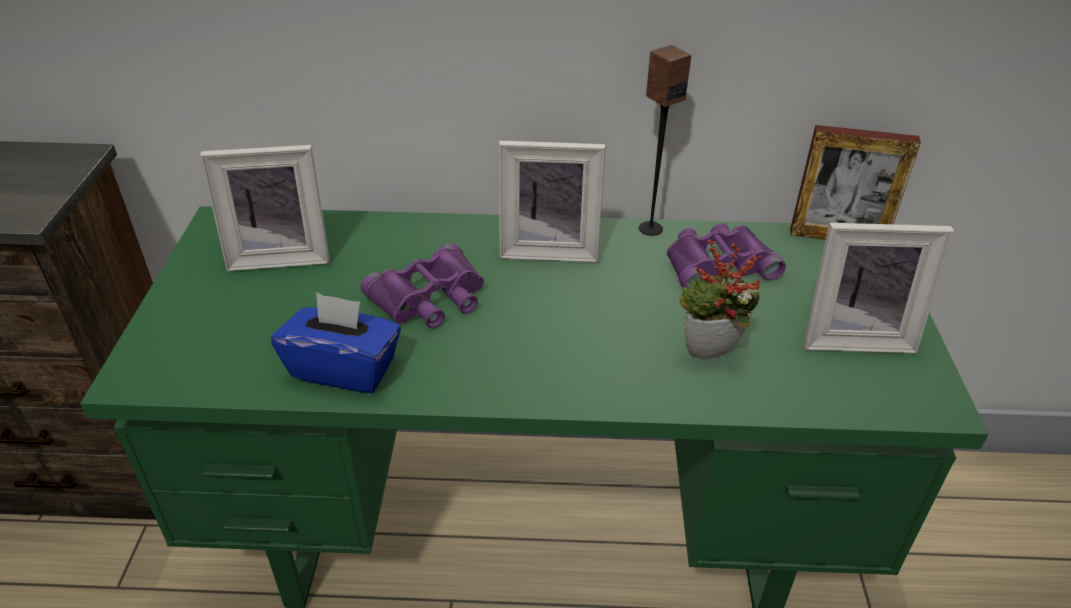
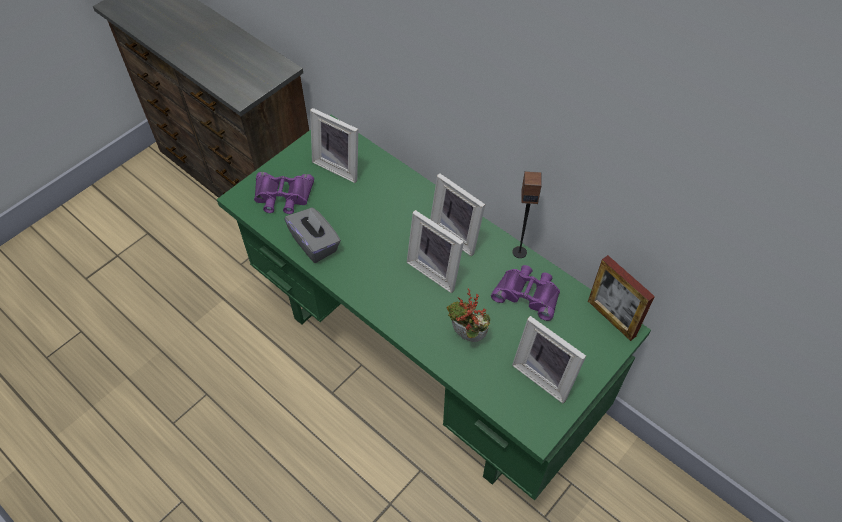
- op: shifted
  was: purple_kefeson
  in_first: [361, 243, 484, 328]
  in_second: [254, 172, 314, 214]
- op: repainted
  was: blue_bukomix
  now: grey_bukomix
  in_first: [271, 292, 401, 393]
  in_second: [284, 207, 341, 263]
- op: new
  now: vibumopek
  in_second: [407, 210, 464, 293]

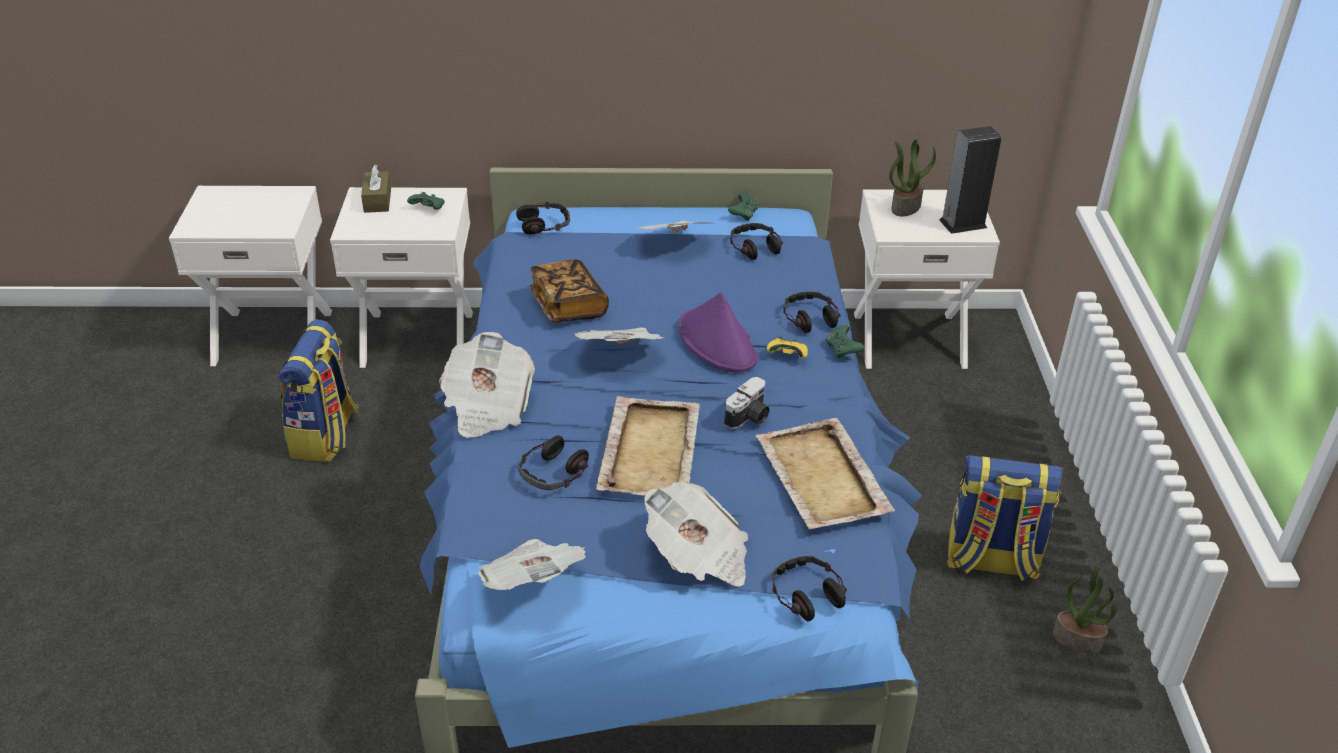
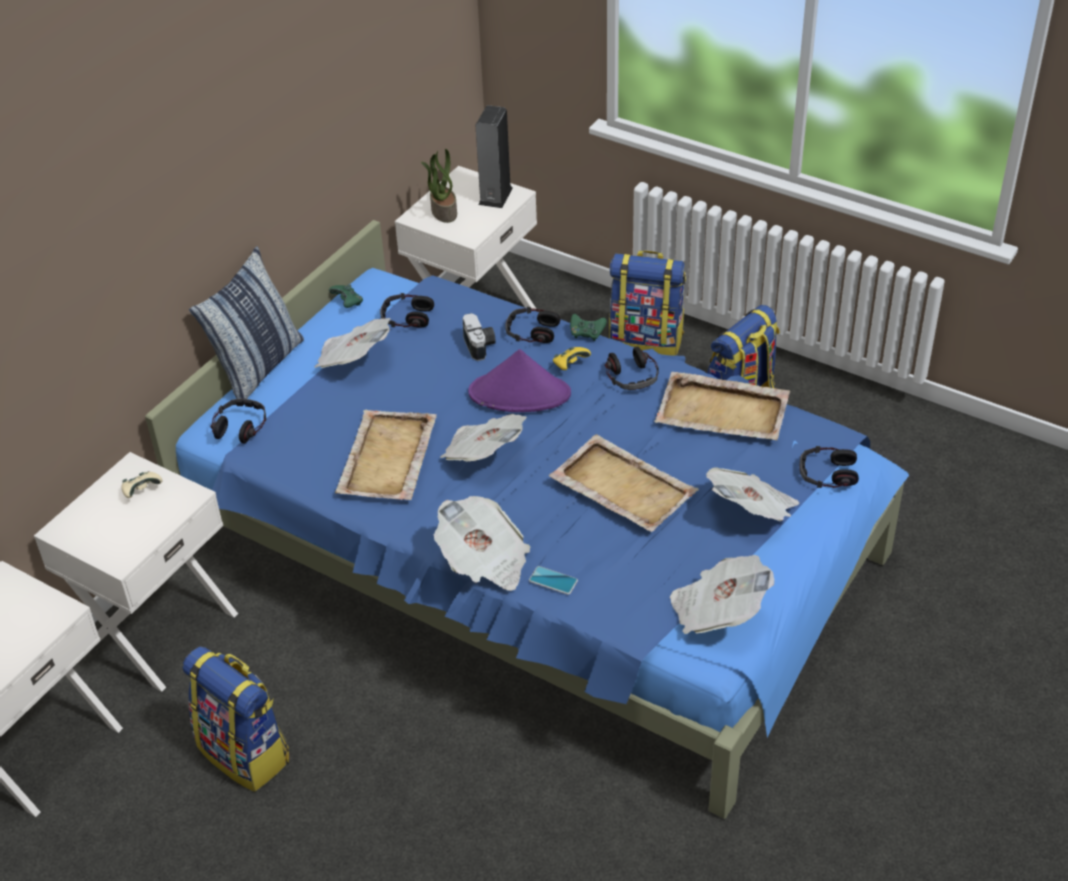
- op: repainted
  was: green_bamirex
  now: beige_bamirex
  in_first: [407, 192, 445, 210]
  in_second: [121, 471, 163, 498]
- op: new
  now: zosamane
  in_second: [189, 246, 304, 399]
- op: swapped
  was: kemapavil
  now: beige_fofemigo
  in_first: [529, 259, 609, 322]
  in_second: [335, 410, 437, 500]
- op: shifted
  was: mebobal
  in_first: [724, 377, 770, 429]
  in_second: [463, 313, 496, 361]
- op: new
  now: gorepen
  in_second: [529, 566, 578, 595]
- op: shifted
  was: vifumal
  in_first: [518, 435, 589, 490]
  in_second: [605, 346, 659, 390]
- op: new
  now: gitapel
  in_second: [609, 251, 686, 356]
- op: gone
  was: brown_bukomix
  in_first: [361, 165, 391, 213]
- op: gone
  was: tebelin
  in_first: [1053, 565, 1116, 654]

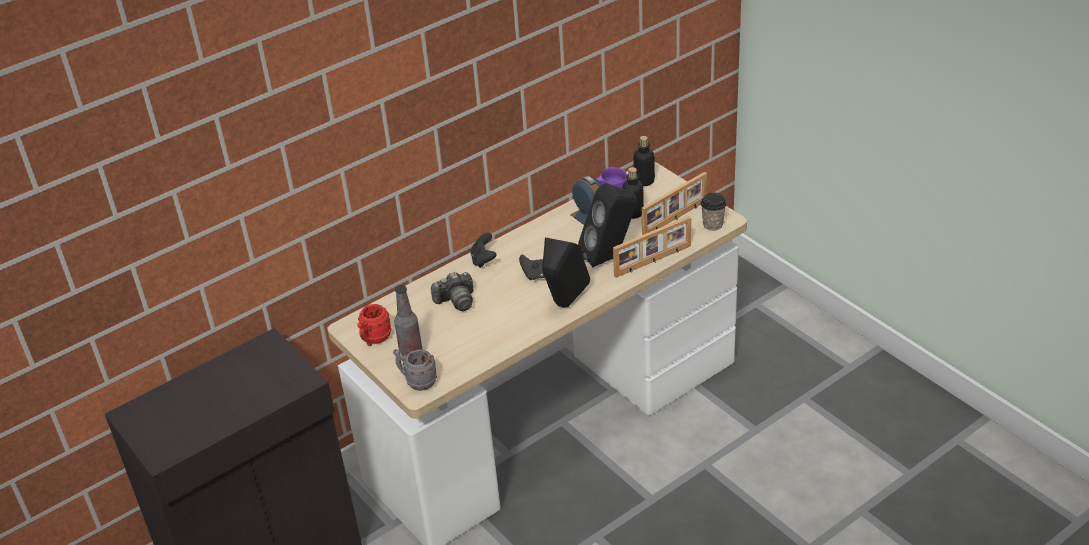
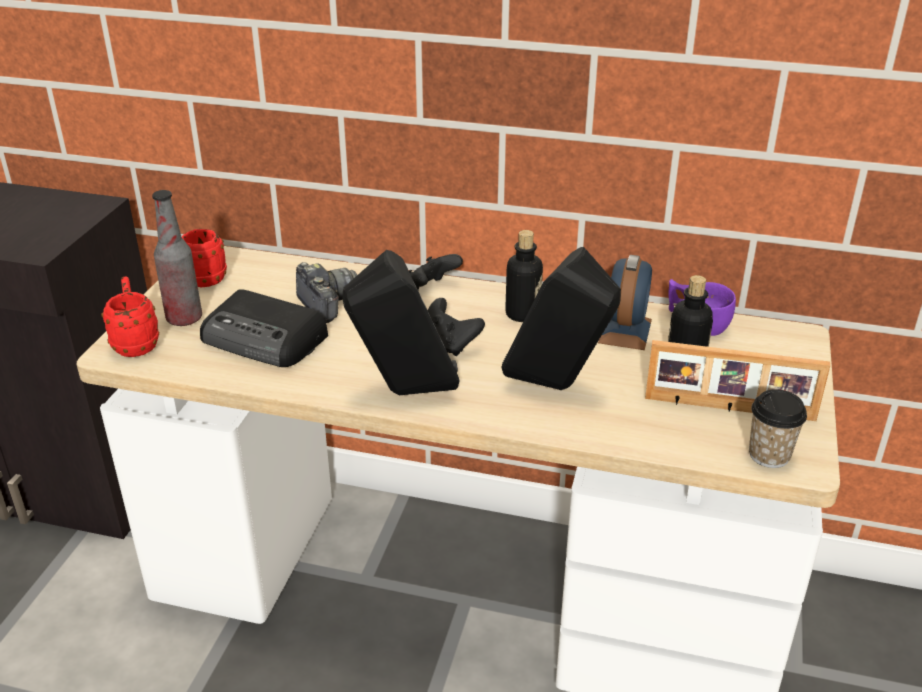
- op: repainted
  was: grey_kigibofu
  now: red_kigibofu
  in_first: [393, 349, 437, 391]
  in_second: [101, 277, 159, 357]
- op: new
  now: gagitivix
  in_second: [200, 289, 328, 367]
- op: rotated
  was: mebobal
  in_first: [431, 272, 473, 311]
  in_second: [296, 262, 357, 323]
  clockwise: -150
- op: shifted
  was: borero
  in_first: [633, 136, 655, 186]
  in_second: [505, 230, 543, 322]
- op: gone
  was: vibumopek
  in_first: [613, 216, 691, 278]

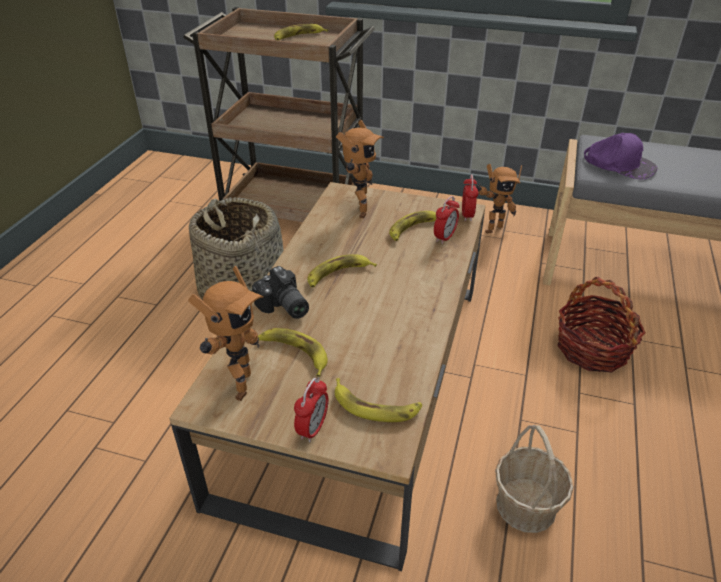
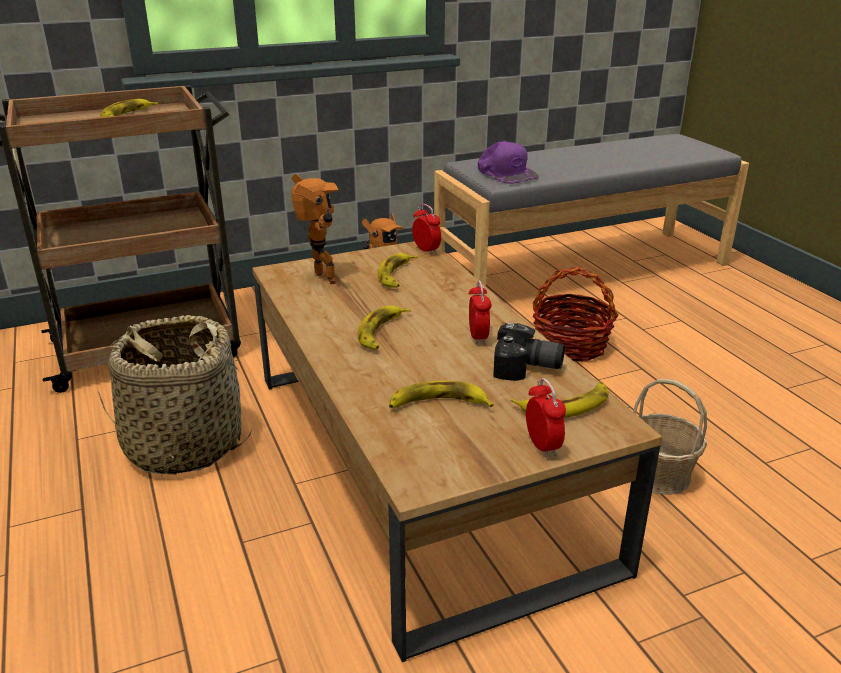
- op: shifted
  was: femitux
  in_first: [434, 196, 459, 244]
  in_second: [469, 280, 492, 345]
- op: rotated
  was: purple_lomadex
  in_first: [584, 133, 658, 180]
  in_second: [478, 141, 539, 184]
  clockwise: 60
- op: shifted
  was: mebobal
  in_first: [252, 266, 309, 319]
  in_second: [493, 323, 565, 381]
- op: gone
  was: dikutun
  in_first: [188, 266, 264, 401]

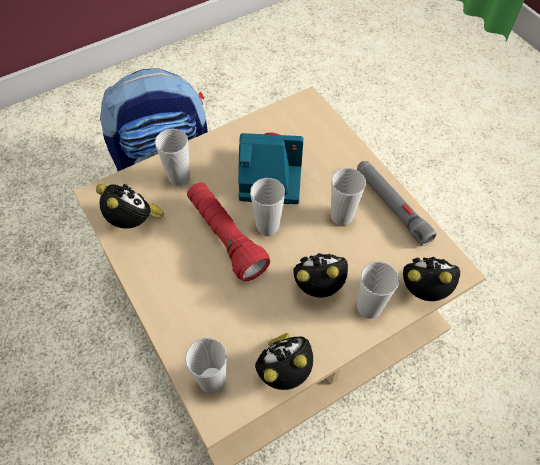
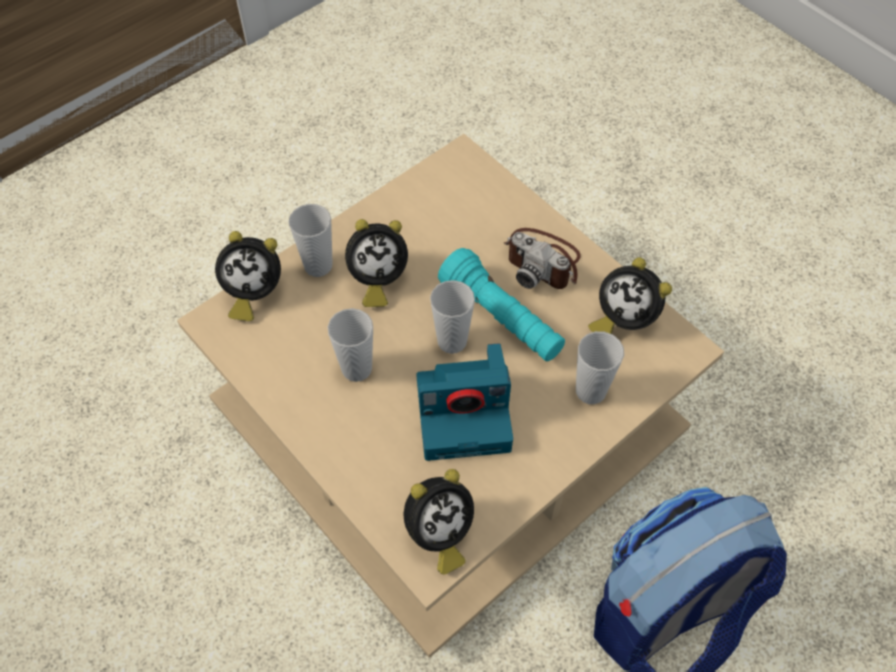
- op: shifted
  was: femitux
  in_first: [255, 333, 313, 390]
  in_second: [404, 469, 474, 574]
- op: repainted
  was: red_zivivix
  now: turquoise_zivivix
  in_first: [187, 182, 270, 281]
  in_second: [438, 248, 565, 362]
- op: new
  now: mebobal
  in_second: [504, 228, 581, 289]
- op: gone
  was: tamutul
  in_first: [185, 337, 227, 394]
- op: gone
  was: grey_zivivix
  in_first: [357, 161, 437, 246]

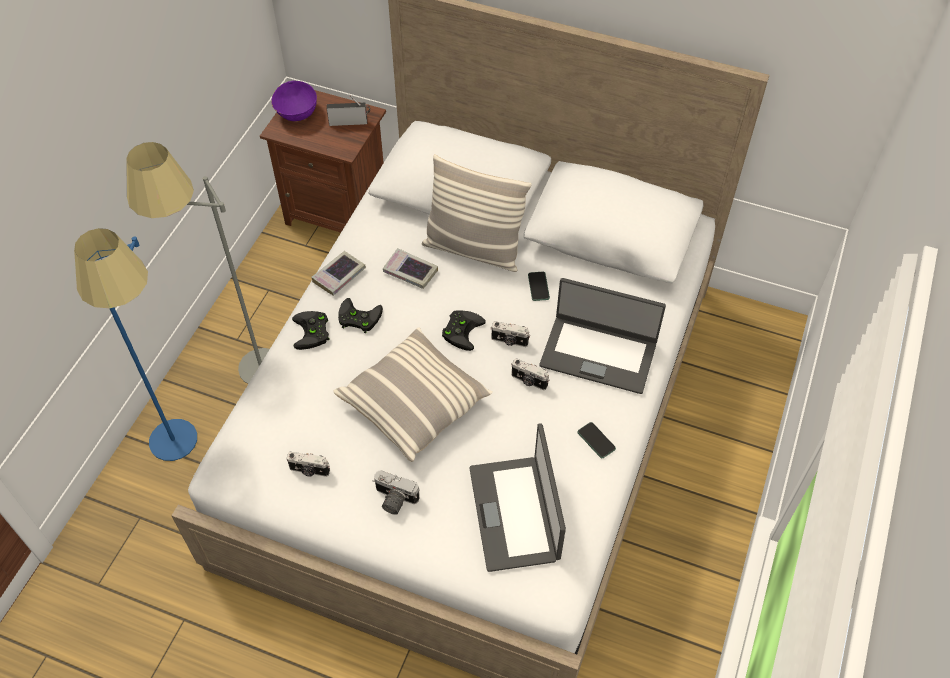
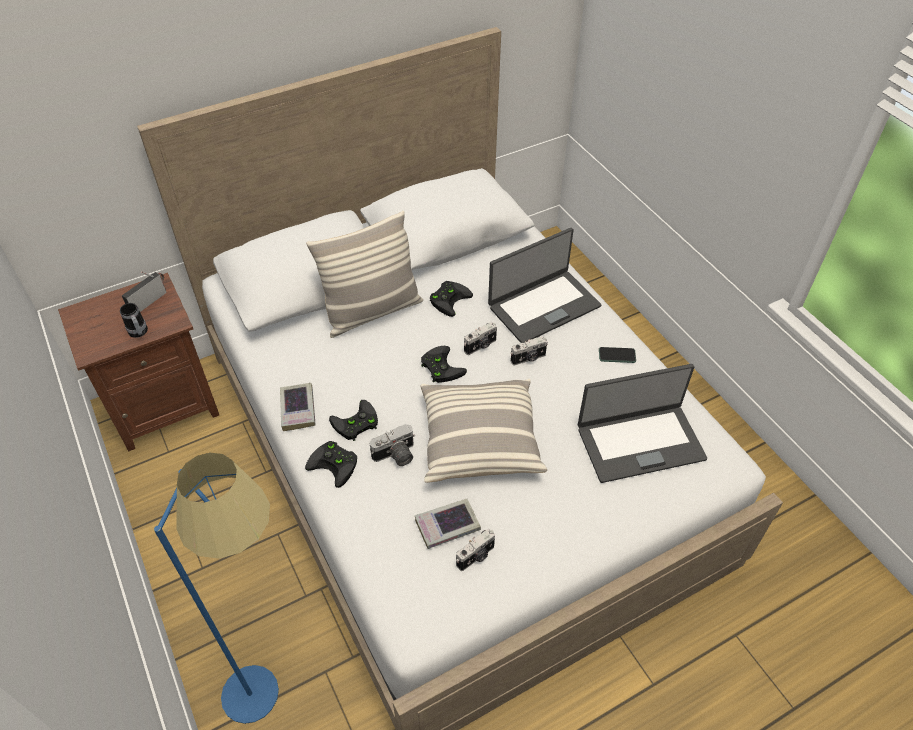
- op: new
  now: kigibofu
  in_second: [120, 303, 148, 338]
- op: shifted
  was: mebobal
  in_first: [373, 470, 420, 515]
  in_second: [370, 424, 415, 466]
- op: shifted
  was: kemapavil
  in_first: [383, 248, 438, 289]
  in_second: [415, 499, 481, 549]
- op: swapped
  was: gorepen
  now: black_bamirex
  in_first: [528, 272, 550, 301]
  in_second: [430, 281, 473, 317]
- op: rotated
  was: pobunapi
  in_first: [469, 423, 566, 572]
  in_second: [578, 364, 707, 483]
  clockwise: -45
- op: gone
  was: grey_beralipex
  in_first: [126, 142, 270, 384]
- op: gone
  was: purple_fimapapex
  in_first: [271, 81, 317, 121]

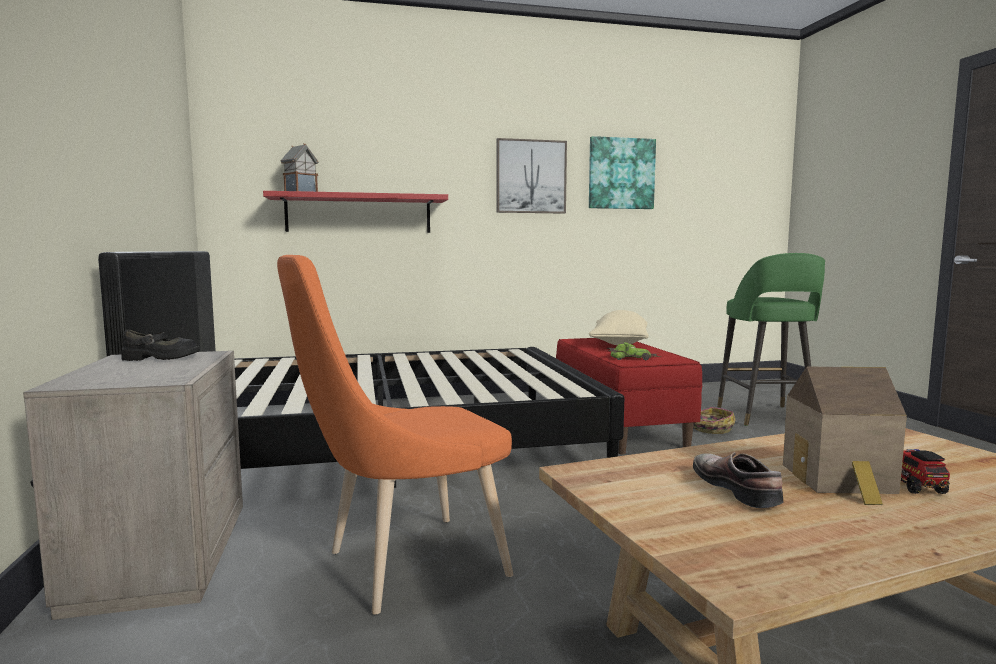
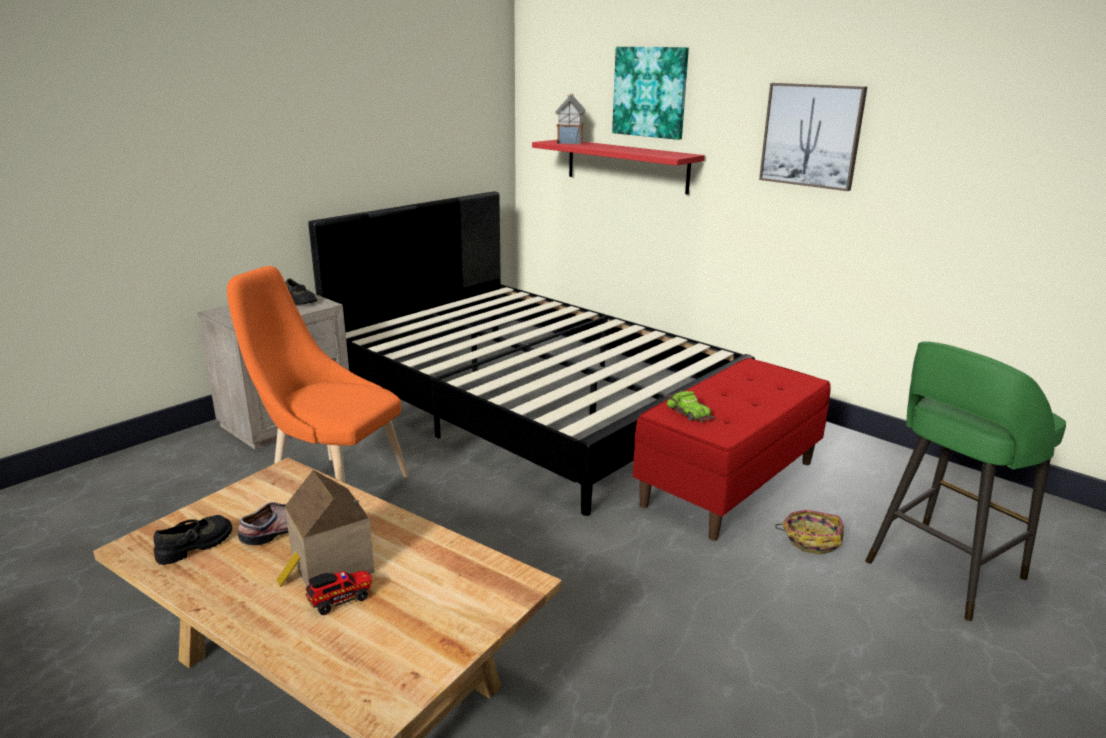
- op: new
  now: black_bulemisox
  in_second: [153, 515, 232, 565]
- op: shifted
  was: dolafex
  in_first: [589, 136, 656, 209]
  in_second: [612, 47, 689, 140]
- op: gone
  was: beige_zosamane
  in_first: [589, 310, 648, 345]

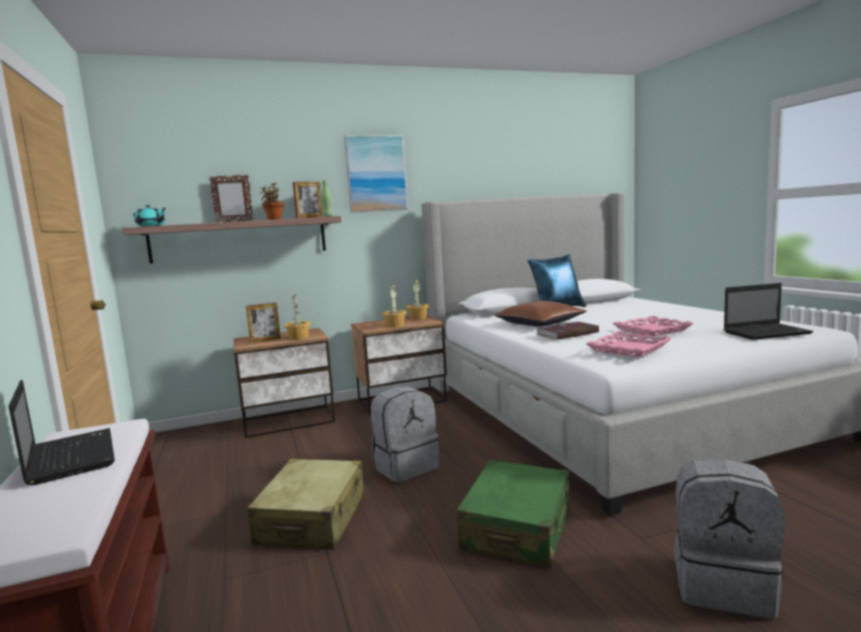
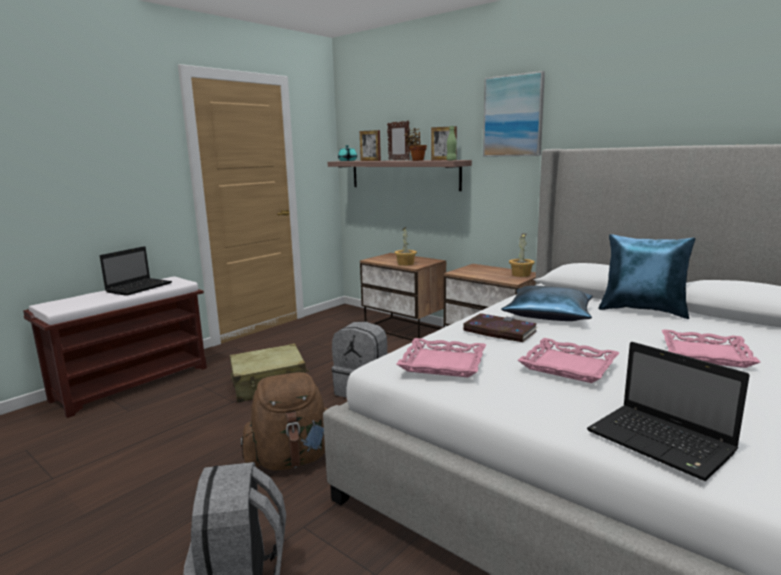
- op: swapped
  was: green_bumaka
  now: brown_gitapel
  in_first: [457, 460, 570, 568]
  in_second: [240, 372, 327, 471]
- op: shifted
  was: vibumopek
  in_first: [246, 302, 281, 343]
  in_second: [360, 130, 381, 161]
- op: repainted
  was: brown_zosamane
  now: blue_zosamane
  in_first: [495, 301, 587, 327]
  in_second: [501, 286, 593, 321]
- op: new
  now: pink_fofemigo
  in_second: [662, 329, 761, 368]
- op: gone
  was: tebelin
  in_first: [382, 284, 407, 328]

